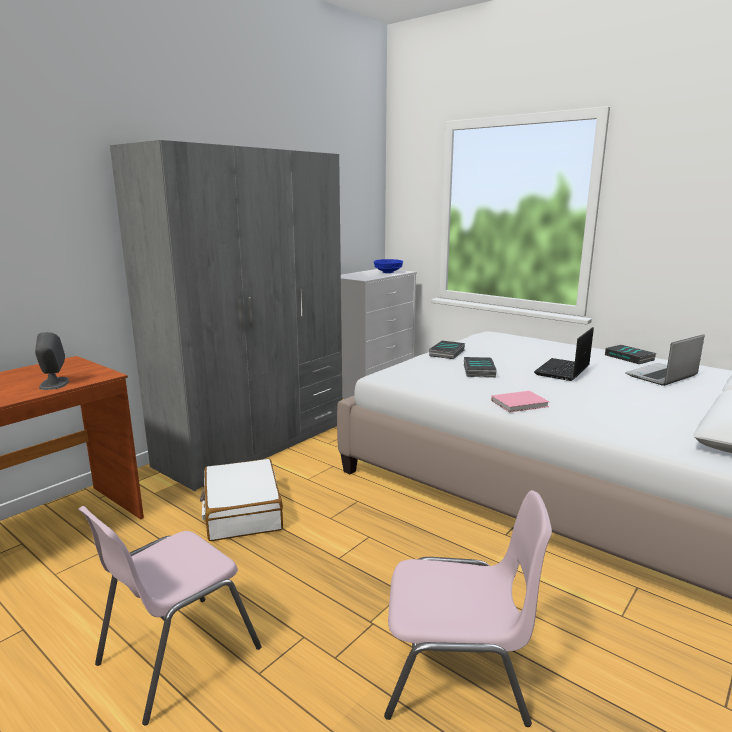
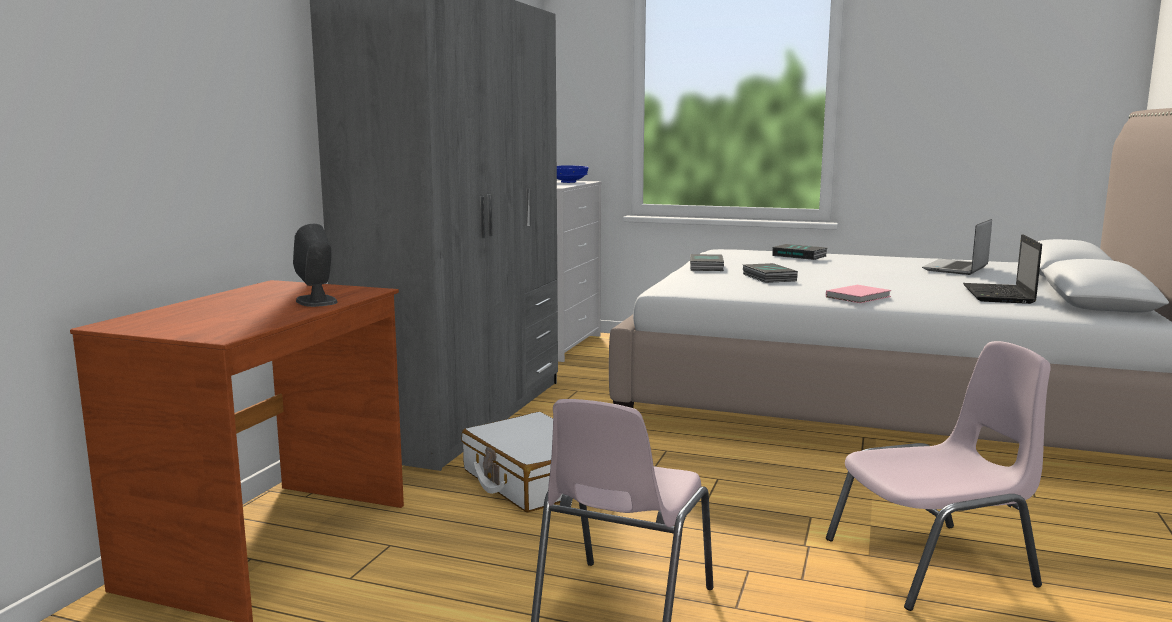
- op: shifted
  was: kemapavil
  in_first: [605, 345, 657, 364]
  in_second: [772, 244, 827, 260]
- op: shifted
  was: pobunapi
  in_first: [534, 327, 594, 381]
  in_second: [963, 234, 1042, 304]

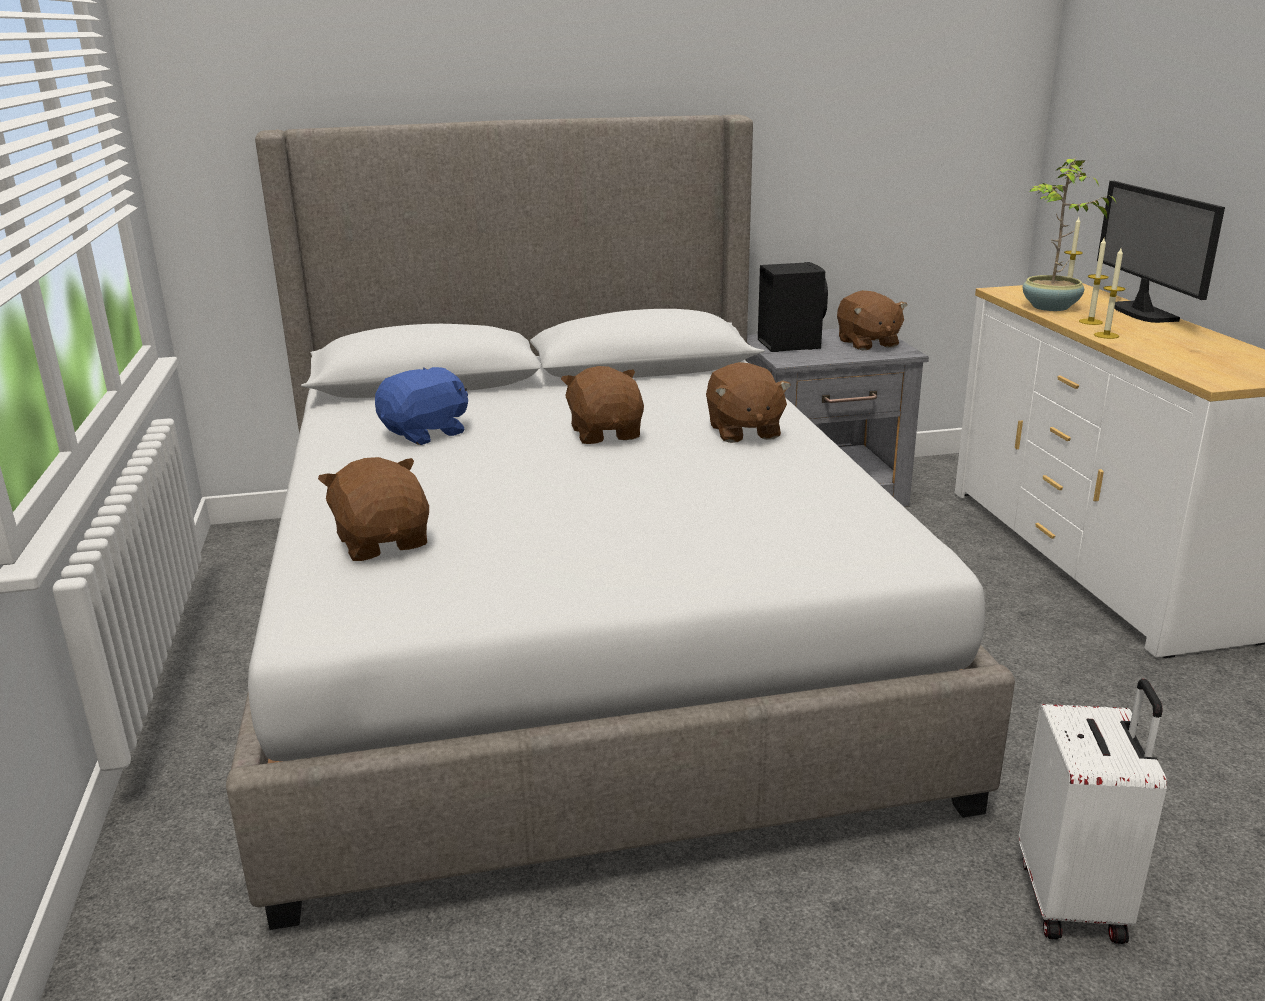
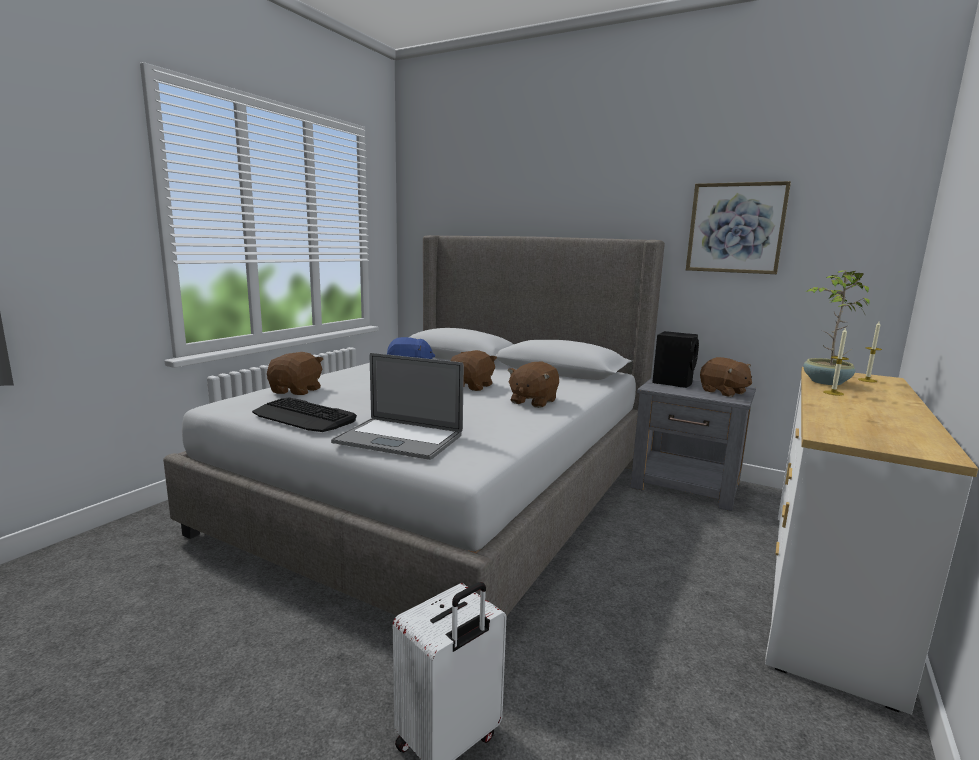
- op: new
  now: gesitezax
  in_second: [252, 397, 357, 432]
- op: new
  now: pobunapi
  in_second: [331, 353, 464, 460]
- op: new
  now: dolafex
  in_second: [686, 181, 791, 274]
- op: rotated
  was: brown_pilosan
  in_first: [837, 290, 907, 351]
  in_second: [700, 357, 752, 397]
  clockwise: -60
- op: gone
  was: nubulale
  in_first: [1094, 248, 1125, 339]
- op: gone
  was: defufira
  in_first: [1097, 181, 1225, 323]

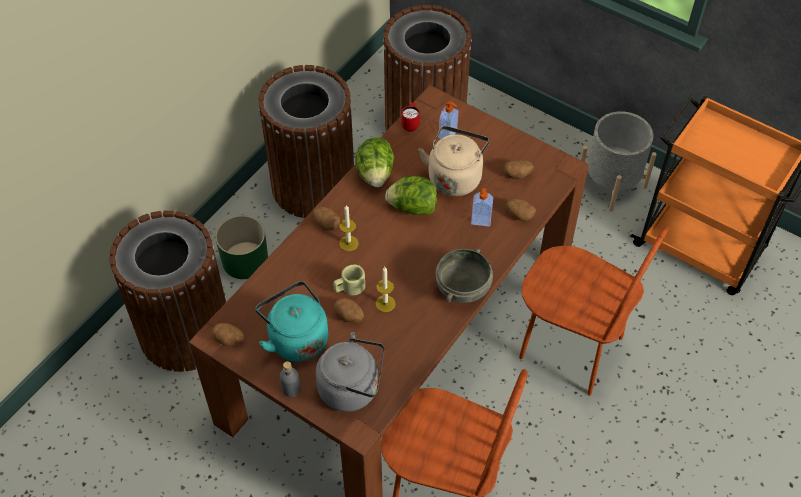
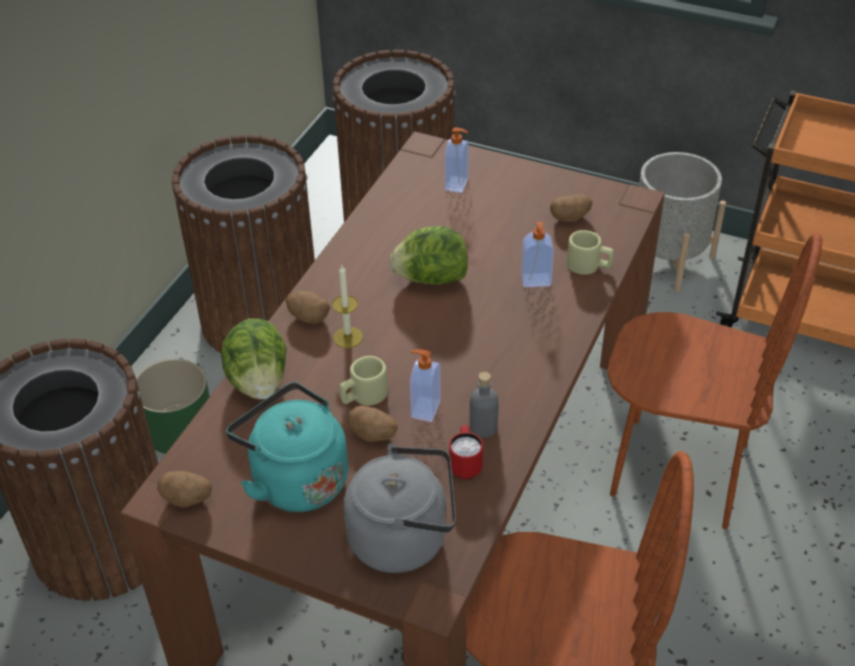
- op: shifted
  was: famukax
  in_first: [355, 137, 394, 187]
  in_second: [221, 318, 287, 400]
- op: swapped
  was: nubulale
  now: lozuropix
  in_first: [376, 267, 396, 312]
  in_second: [410, 349, 441, 422]
- op: shifted
  was: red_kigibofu
  in_first: [401, 102, 420, 132]
  in_second: [449, 425, 483, 480]
- op: shifted
  was: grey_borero
  in_first: [280, 361, 301, 397]
  in_second: [470, 372, 499, 438]
- op: swapped
  was: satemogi
  now: beige_kigibofu
  in_first: [506, 199, 536, 221]
  in_second: [567, 230, 614, 275]
- op: gone
  was: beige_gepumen
  in_first: [419, 126, 489, 196]
- op: gone
  was: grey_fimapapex
  in_first: [435, 249, 493, 303]

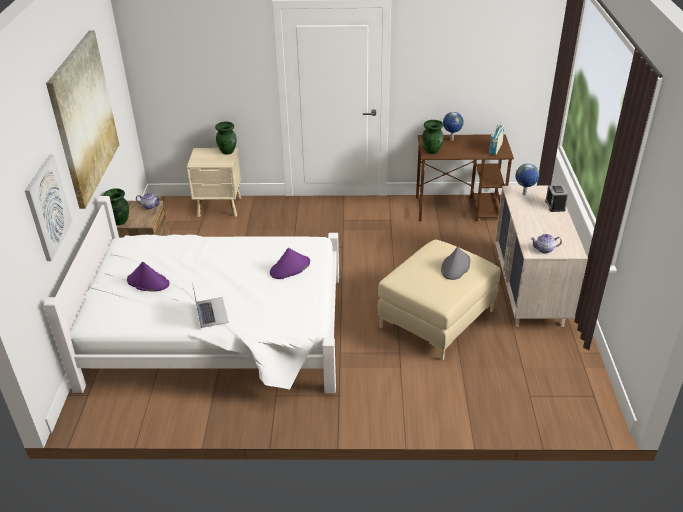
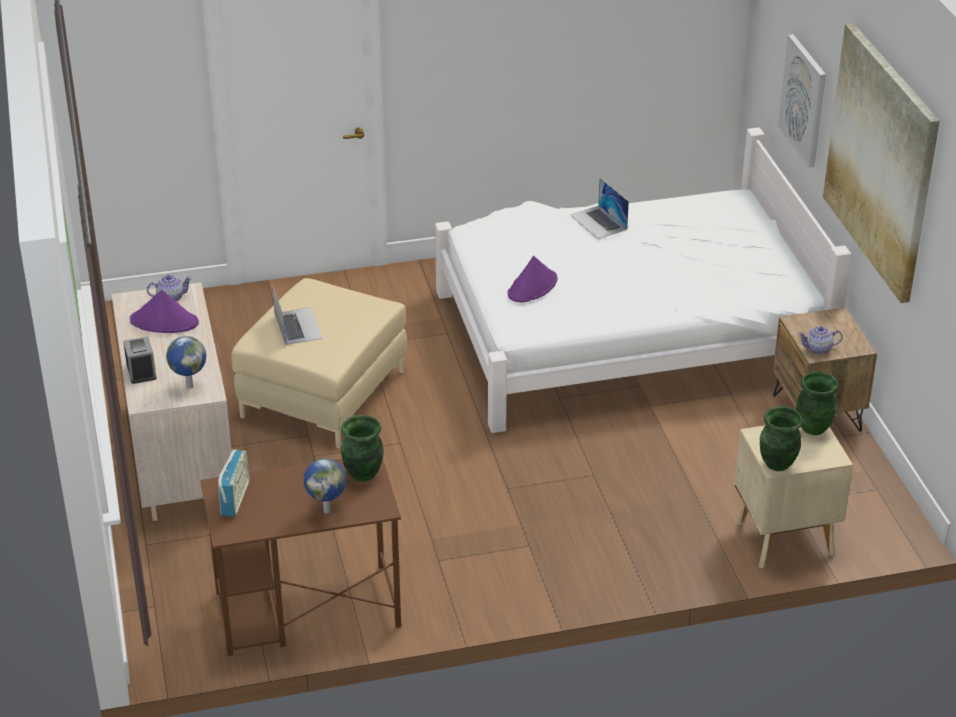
- op: shifted
  was: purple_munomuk
  in_first: [127, 262, 170, 292]
  in_second: [130, 290, 199, 333]
- op: swapped
  was: grey_munomuk
  now: pobunapi
  in_first: [441, 247, 471, 280]
  in_second: [272, 285, 323, 345]
- op: shifted
  was: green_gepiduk
  in_first: [103, 188, 129, 225]
  in_second: [796, 372, 839, 435]

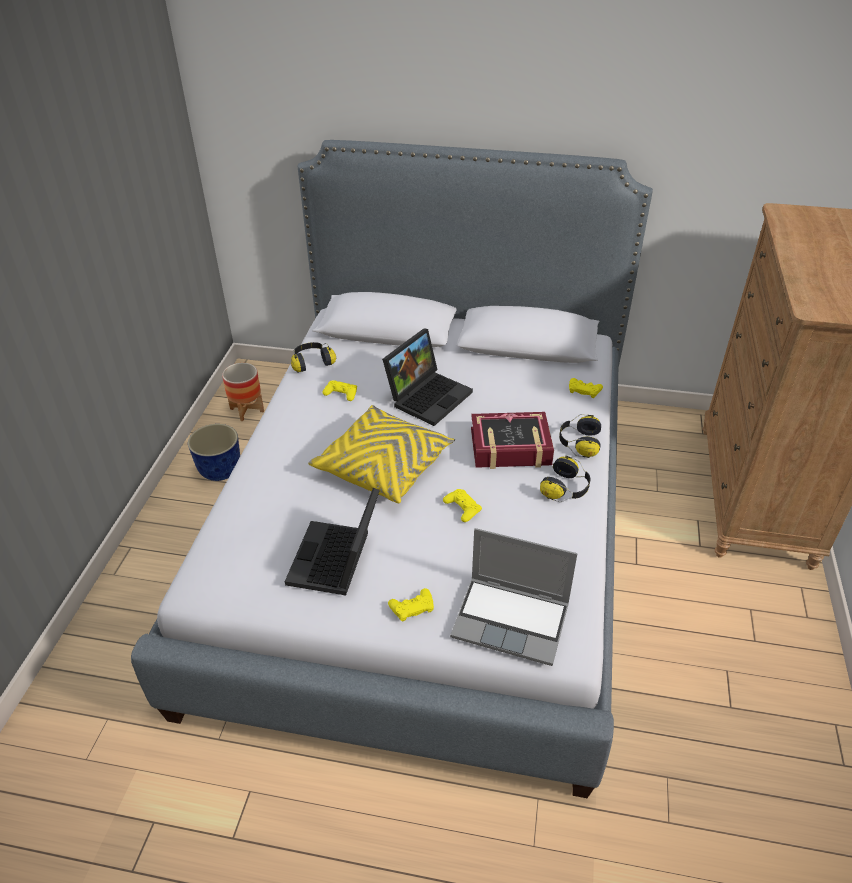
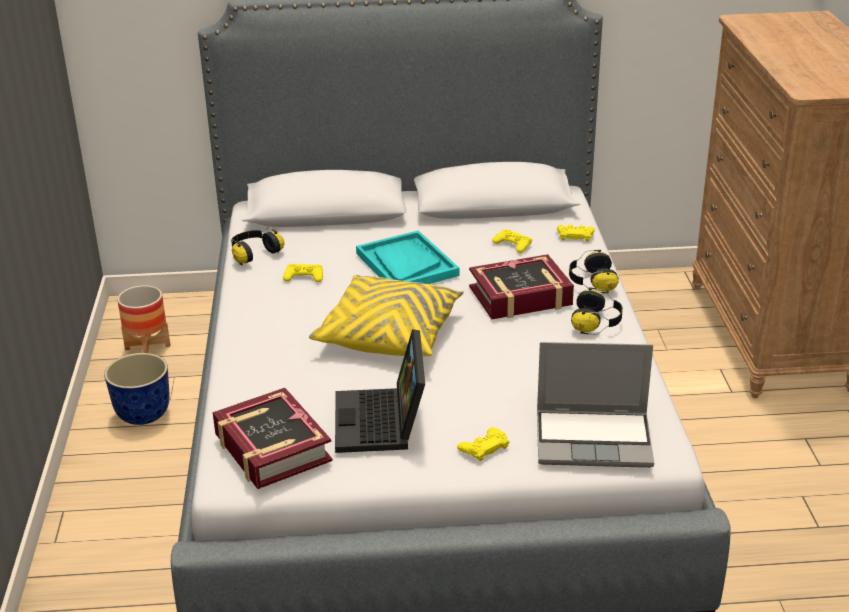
- op: new
  now: kemapavil
  in_second: [213, 388, 333, 489]
- op: swapped
  was: pobunapi
  now: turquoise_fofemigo
  in_first: [382, 328, 473, 426]
  in_second: [356, 230, 460, 284]
- op: shifted
  was: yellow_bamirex
  in_first: [443, 489, 482, 522]
  in_second: [492, 229, 532, 253]

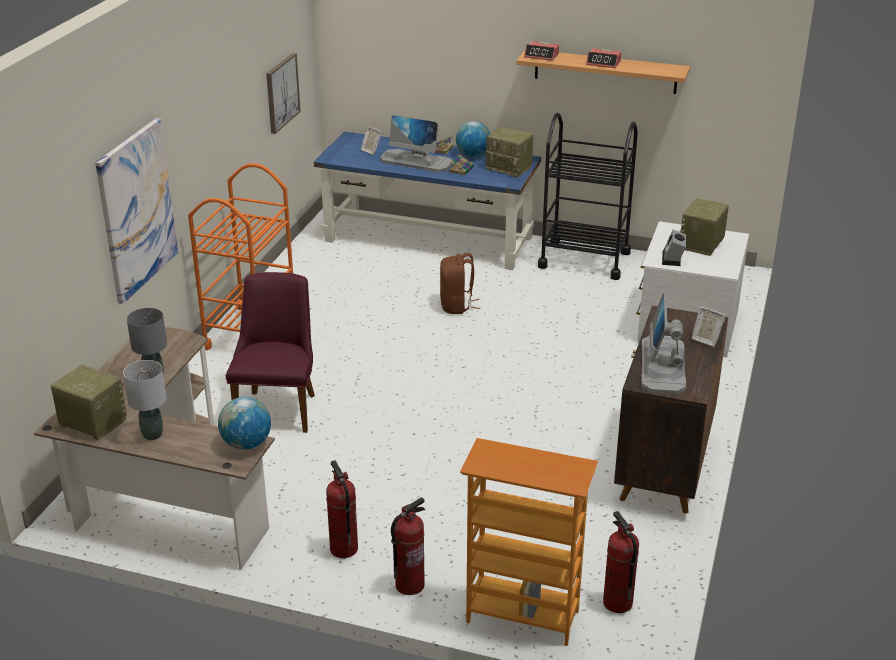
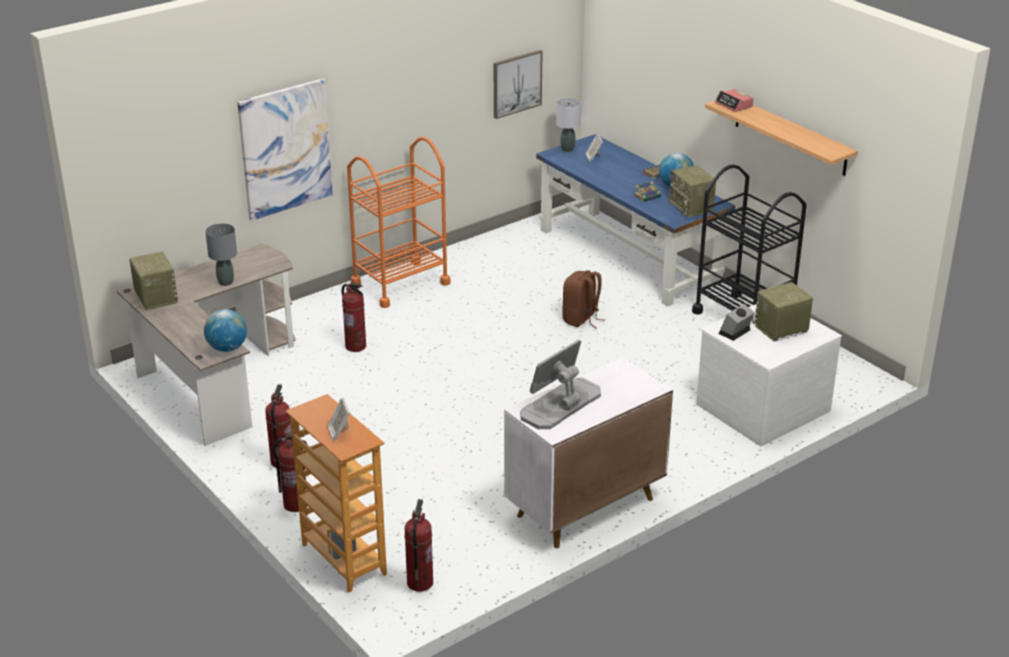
- op: shifted
  was: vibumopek
  in_first: [691, 306, 725, 347]
  in_second: [328, 397, 350, 441]
- op: swapped
  was: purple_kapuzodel
  now: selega
  in_first: [226, 272, 315, 433]
  in_second: [342, 282, 366, 352]
- op: repainted
  was: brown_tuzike
  now: white_tuzike
  in_first: [614, 306, 728, 514]
  in_second: [504, 357, 673, 548]
- op: shifted
  was: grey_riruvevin
  in_first: [123, 360, 166, 440]
  in_second: [556, 98, 581, 152]
- op: gone
  was: defufira
  in_first: [380, 115, 453, 173]
- op: gone
  was: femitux
  in_first: [586, 48, 621, 68]

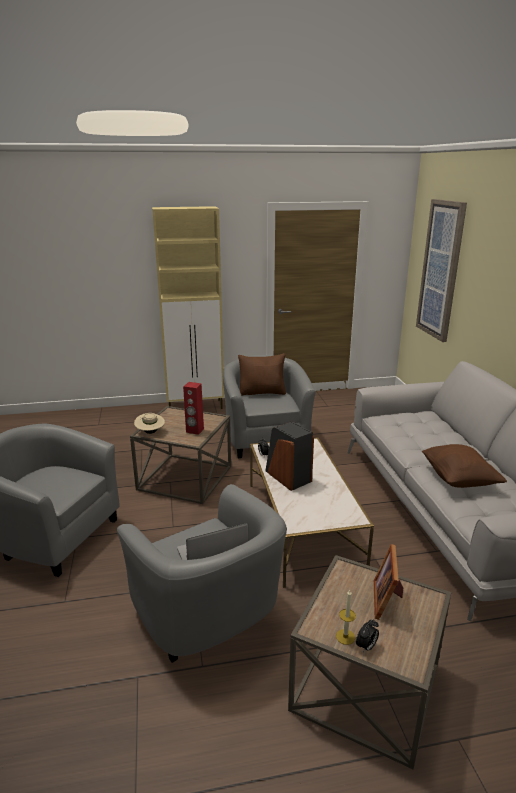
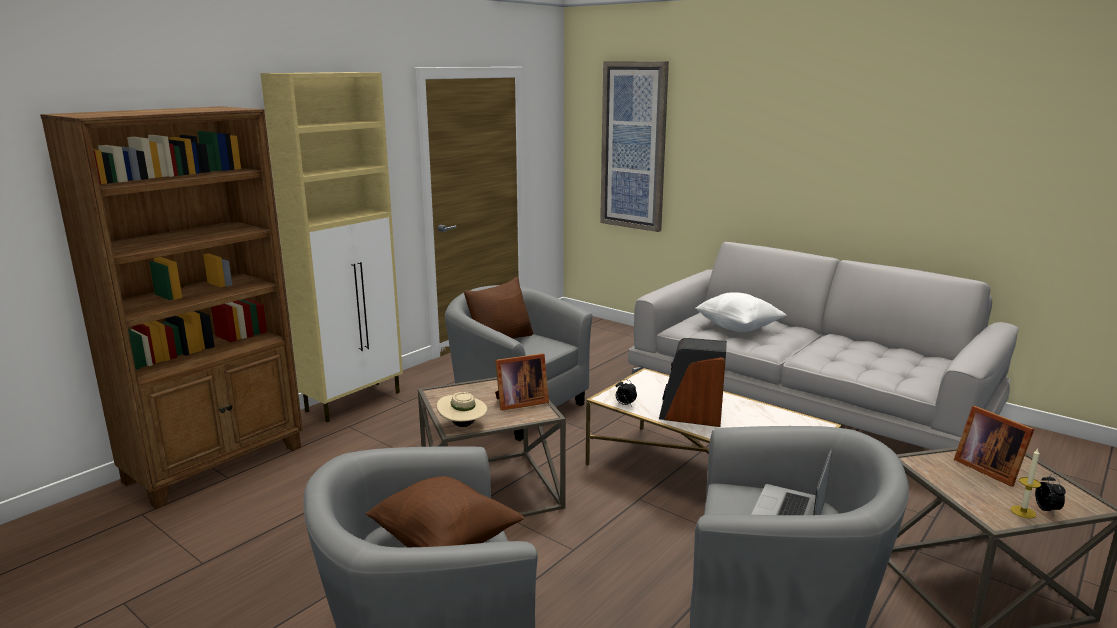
- op: new
  now: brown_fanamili
  in_second: [40, 106, 303, 509]
- op: shifted
  was: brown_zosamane
  in_first: [422, 444, 507, 488]
  in_second: [366, 476, 524, 547]
- op: swapped
  was: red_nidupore
  now: vibumopek
  in_first: [183, 382, 204, 435]
  in_second: [495, 353, 549, 411]
- op: new
  now: white_zosamane
  in_second: [695, 292, 787, 332]

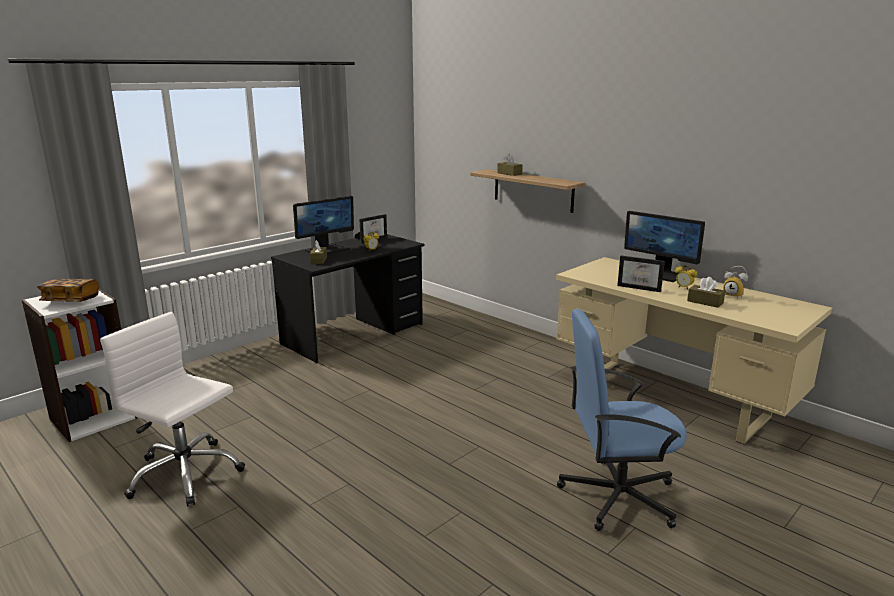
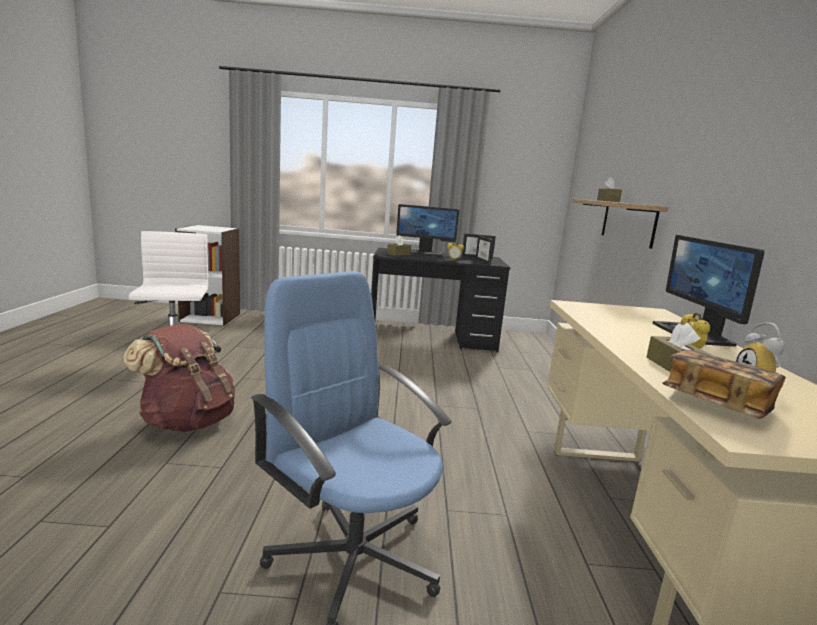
- op: new
  now: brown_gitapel
  in_second: [123, 323, 235, 432]
- op: shifted
  was: vibumopek
  in_first: [617, 256, 665, 292]
  in_second: [476, 236, 494, 265]
- op: shifted
  was: kemapavil
  in_first: [37, 279, 99, 302]
  in_second: [662, 350, 786, 419]

